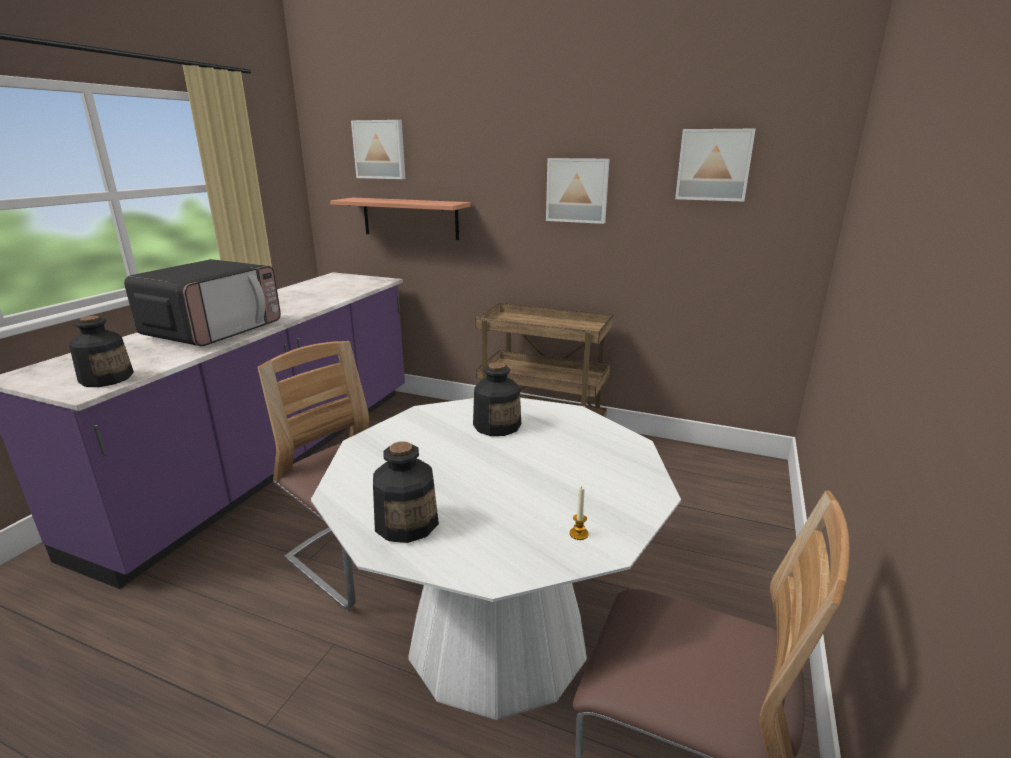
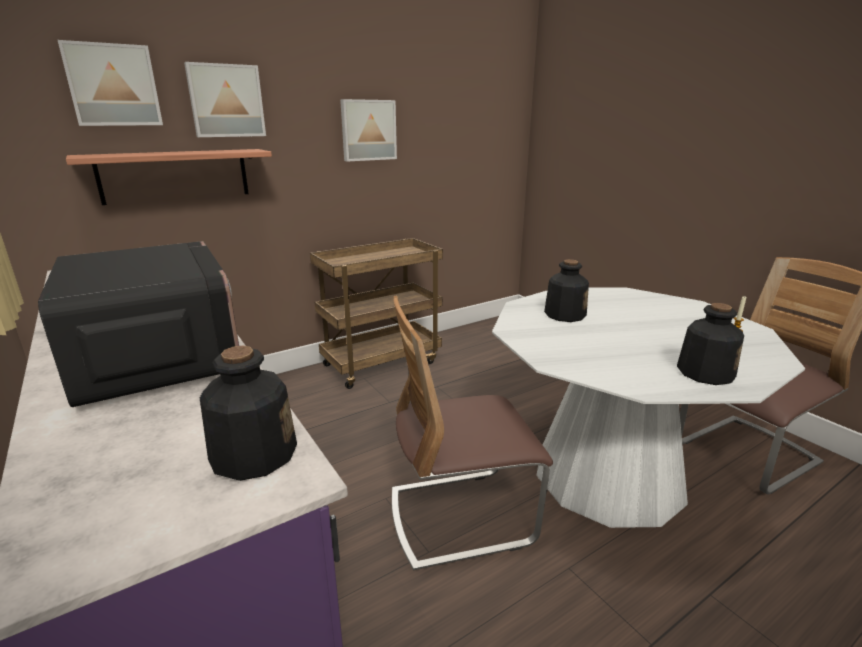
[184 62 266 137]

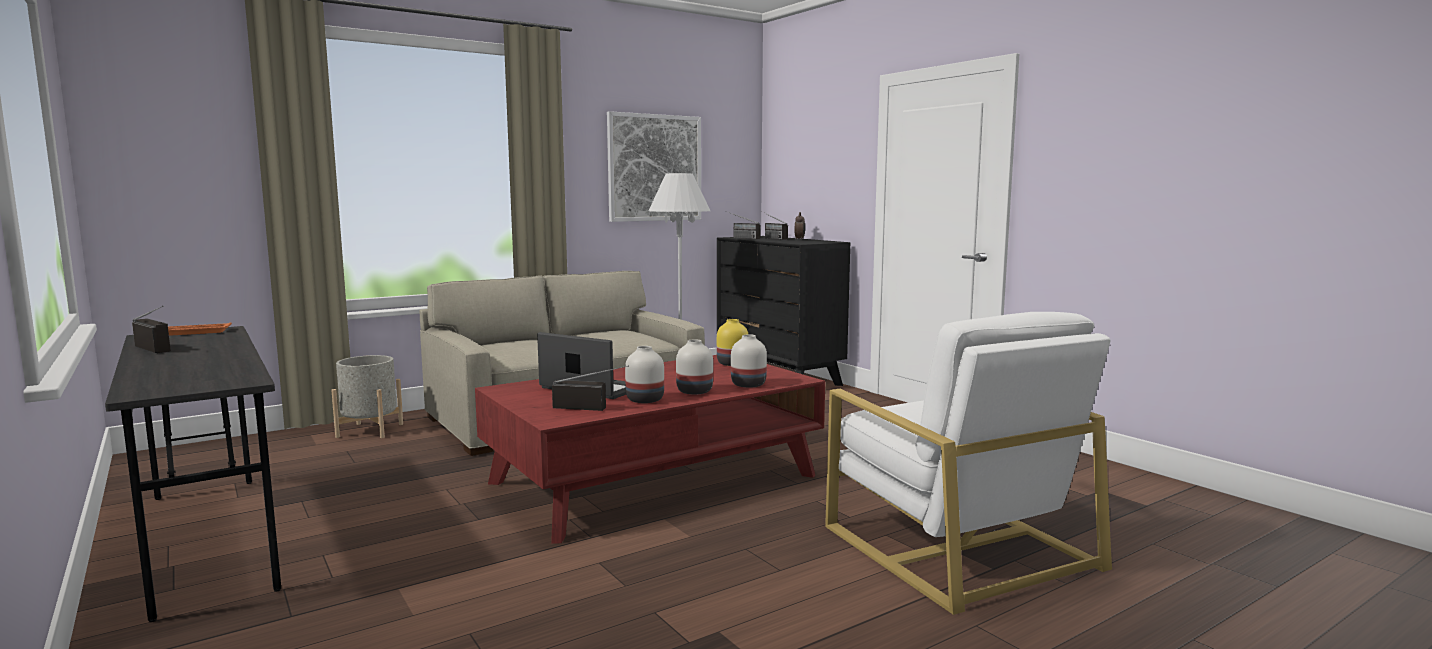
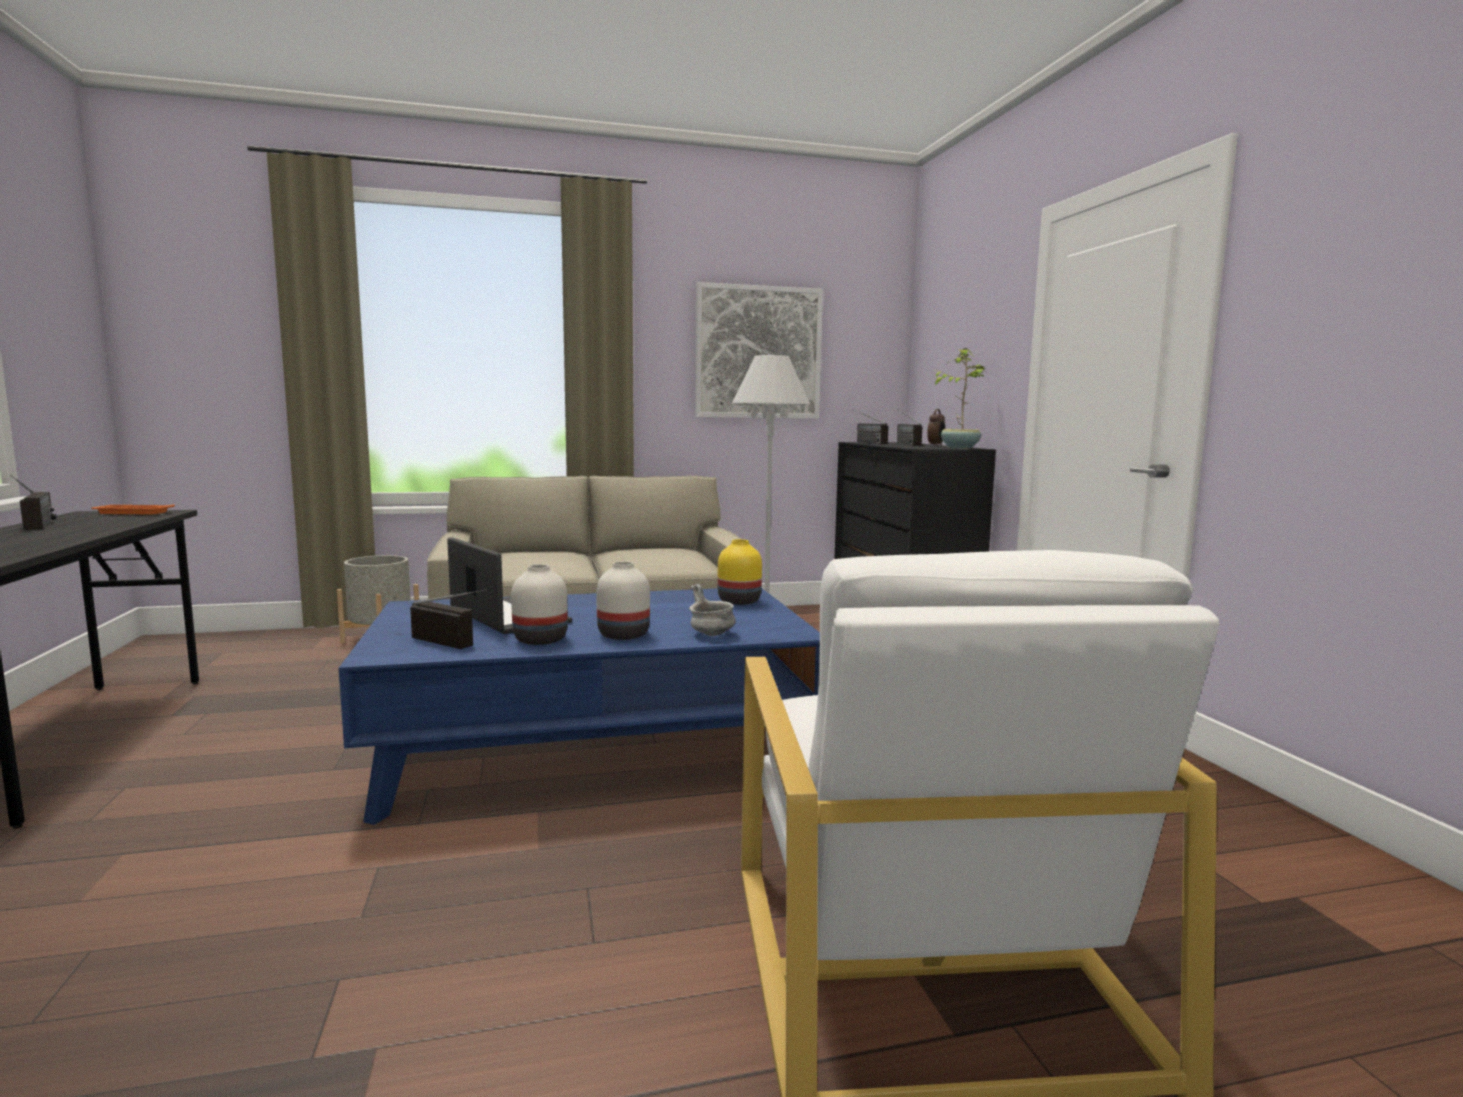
[339 588 820 825]
[689 584 736 636]
[935 348 985 449]

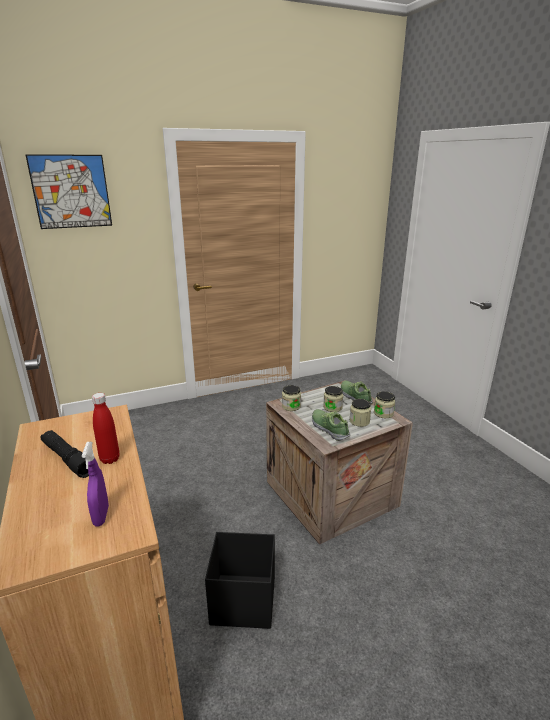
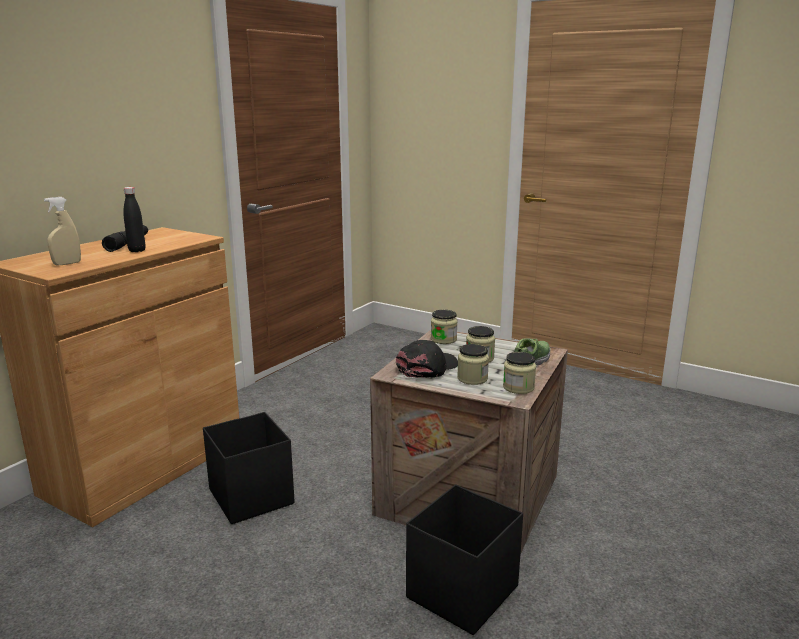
[44 197 81 266]
[124 187 146 252]
[396 340 458 378]
[406 485 523 635]
[26 155 112 229] (first image)

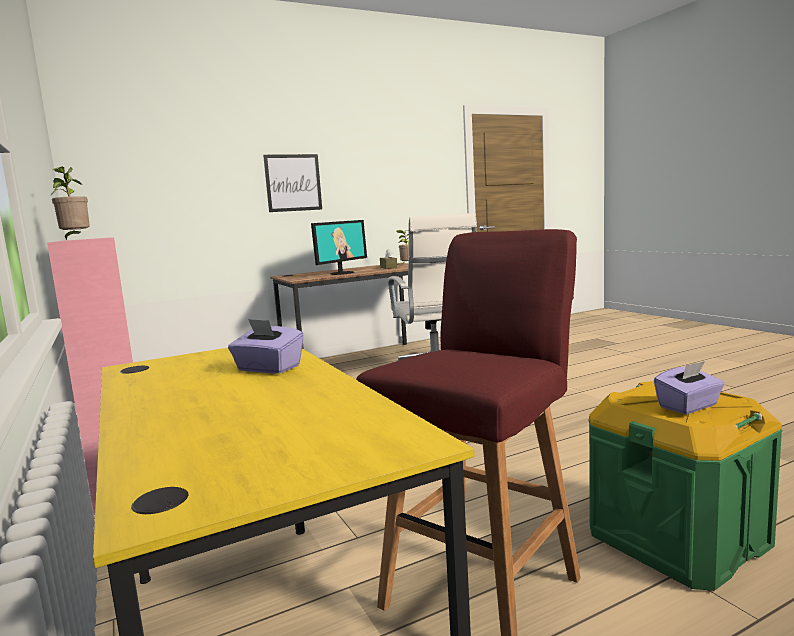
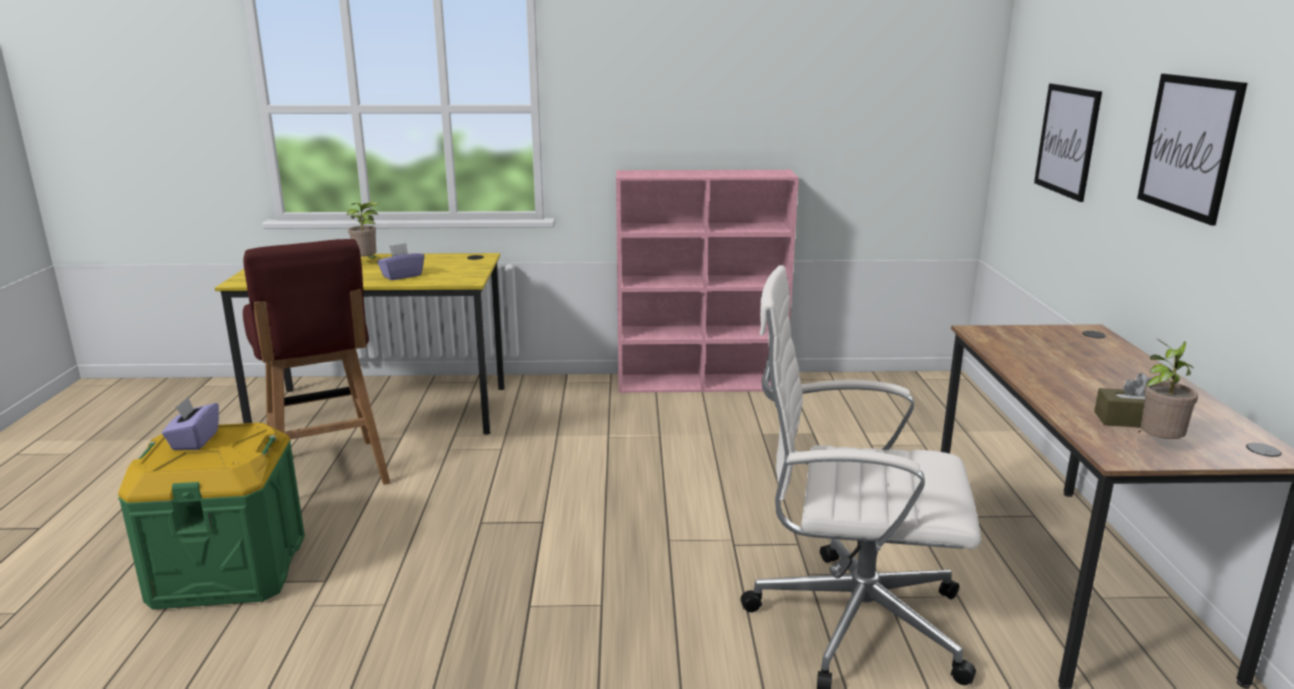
[347 202 379 258]
[1034 83 1102 202]
[311 220 367 275] (first image)

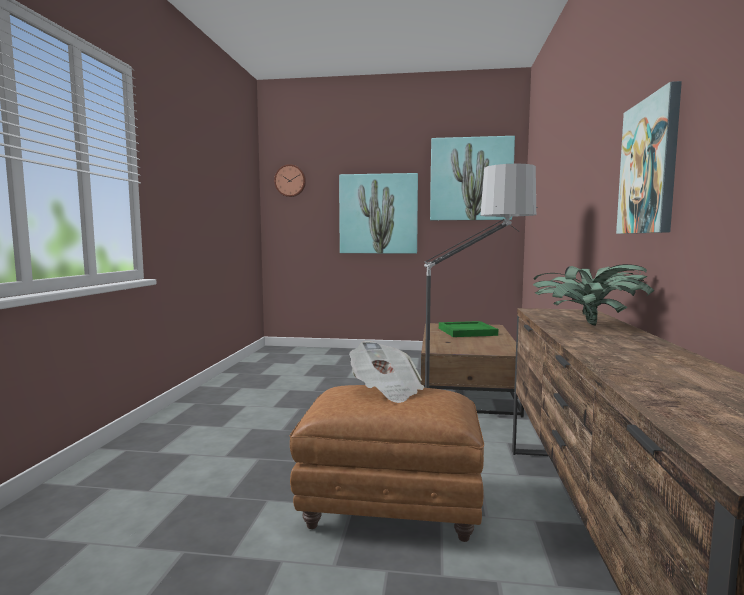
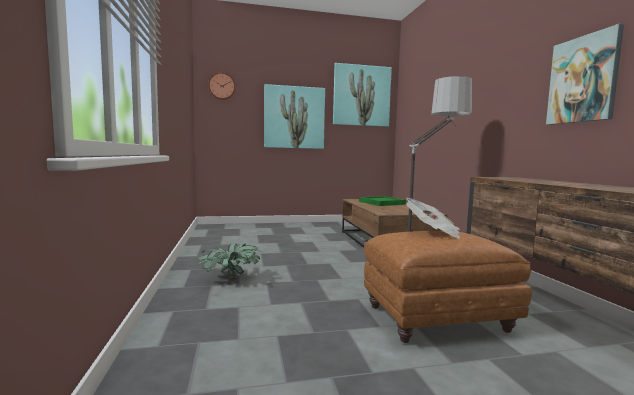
[198 244 260 279]

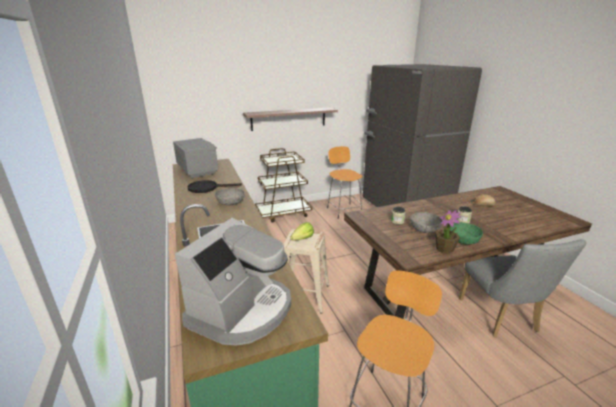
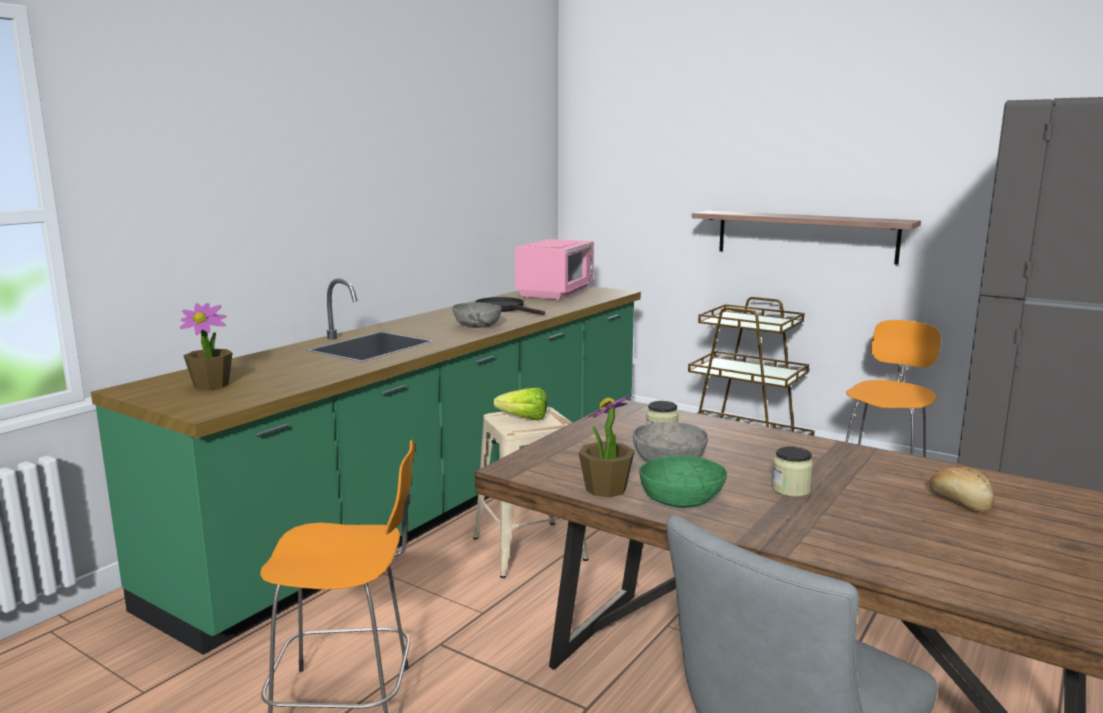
[180 303 233 390]
[515 239 594 300]

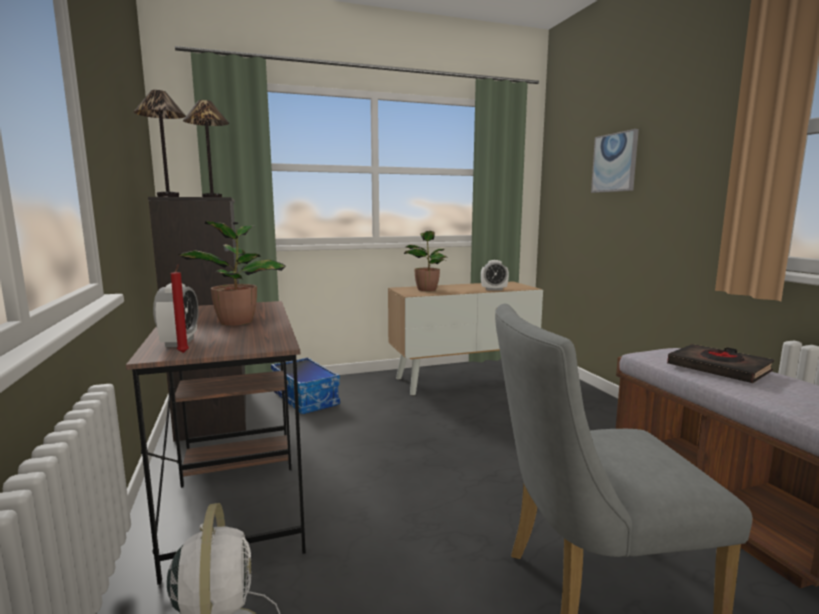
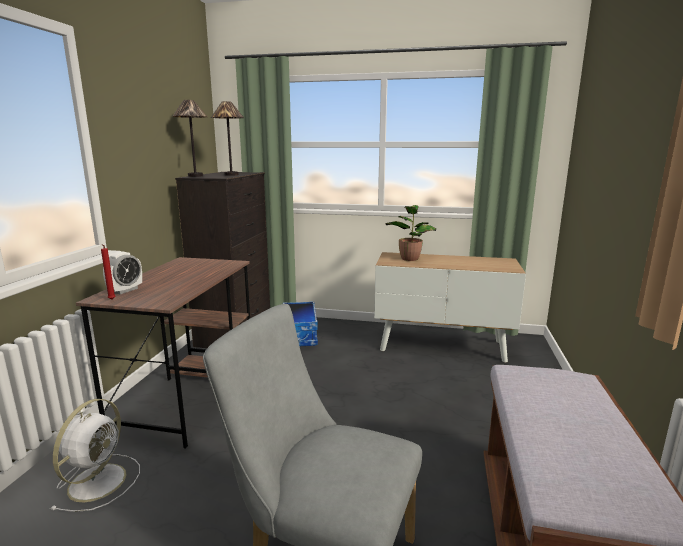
[178 221 286 326] (first image)
[481 260 509 290] (first image)
[591 129 639 193] (first image)
[667 344 774 383] (first image)

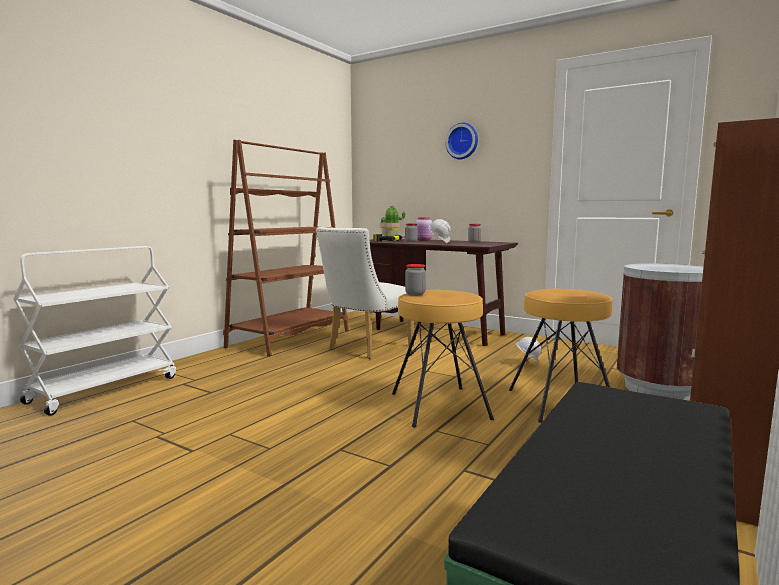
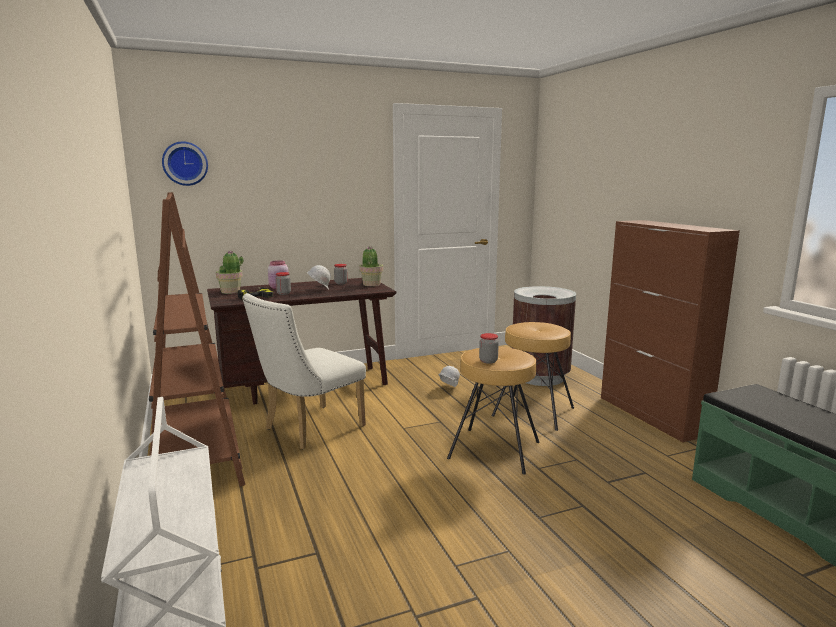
[162 142 208 186]
[242 293 366 450]
[359 246 383 286]

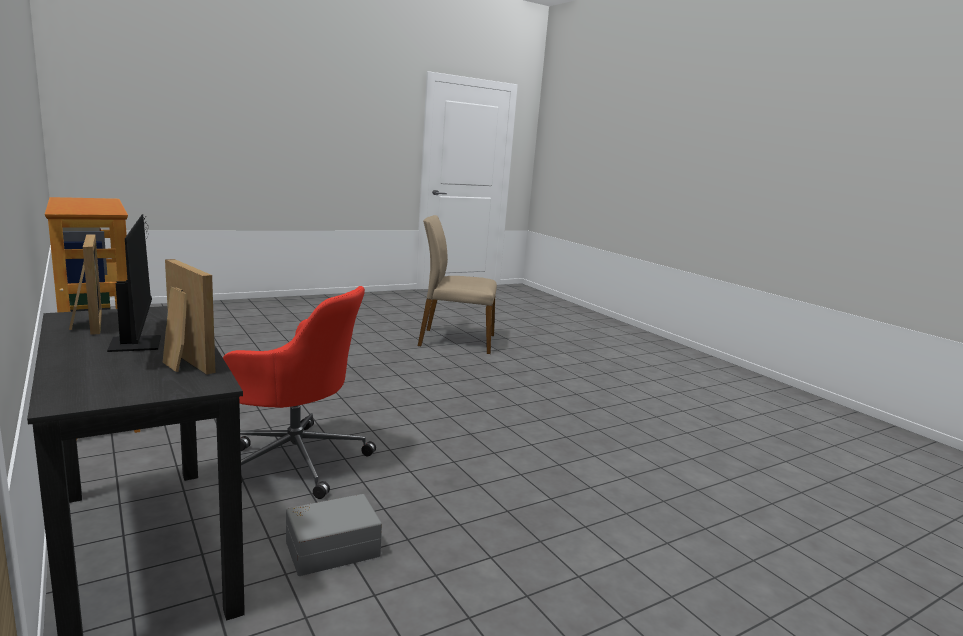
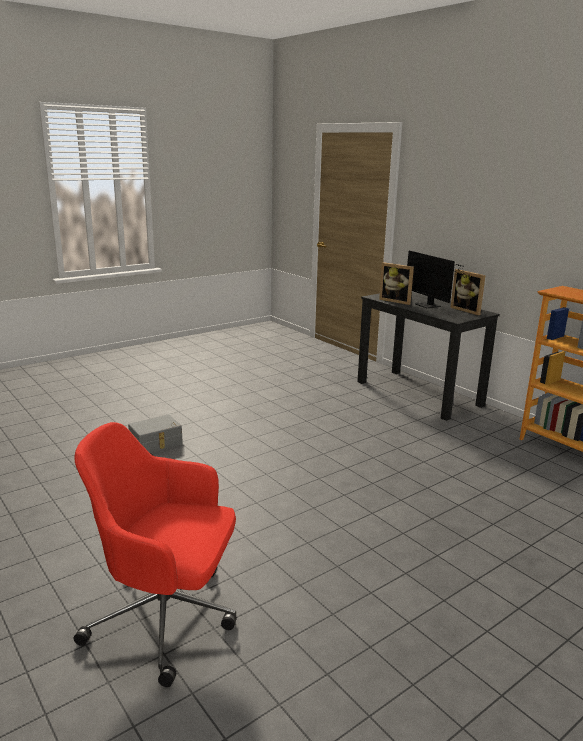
[74 422 237 687]
[128 415 183 453]
[418 215 497 354] (first image)

